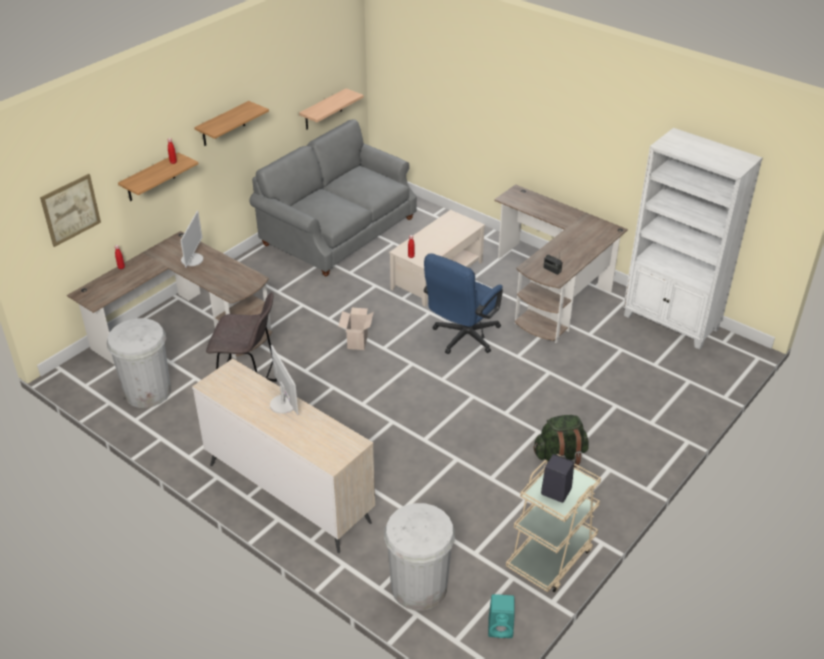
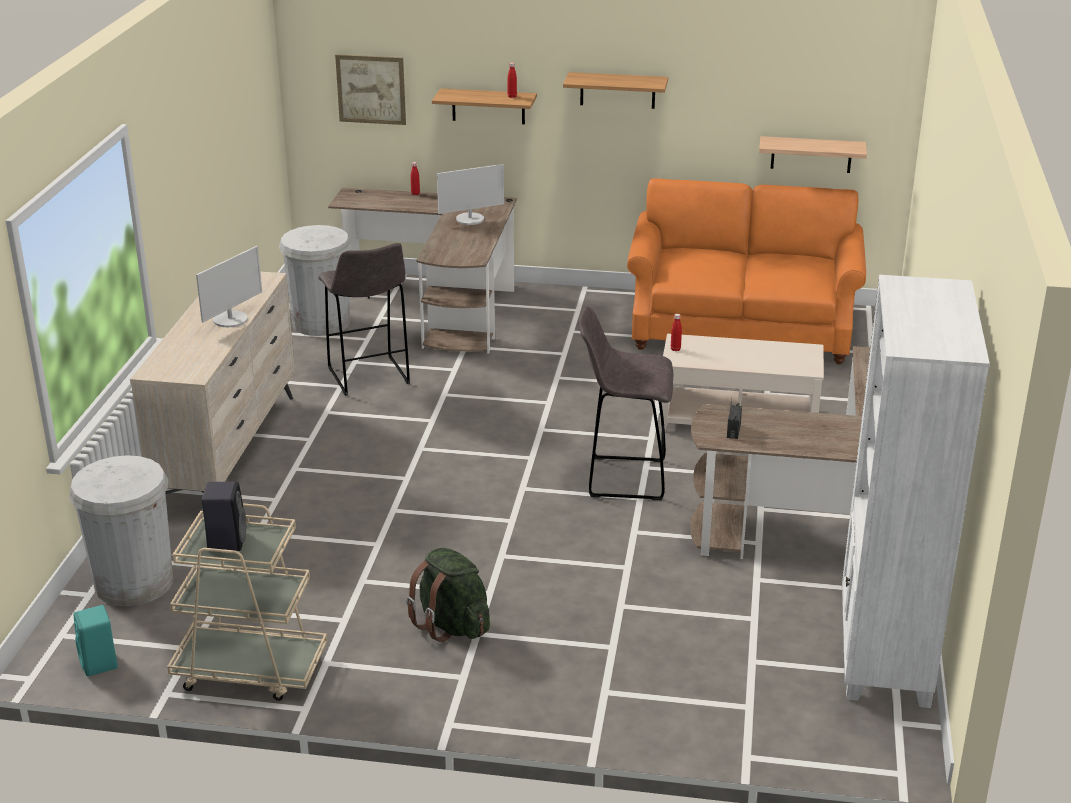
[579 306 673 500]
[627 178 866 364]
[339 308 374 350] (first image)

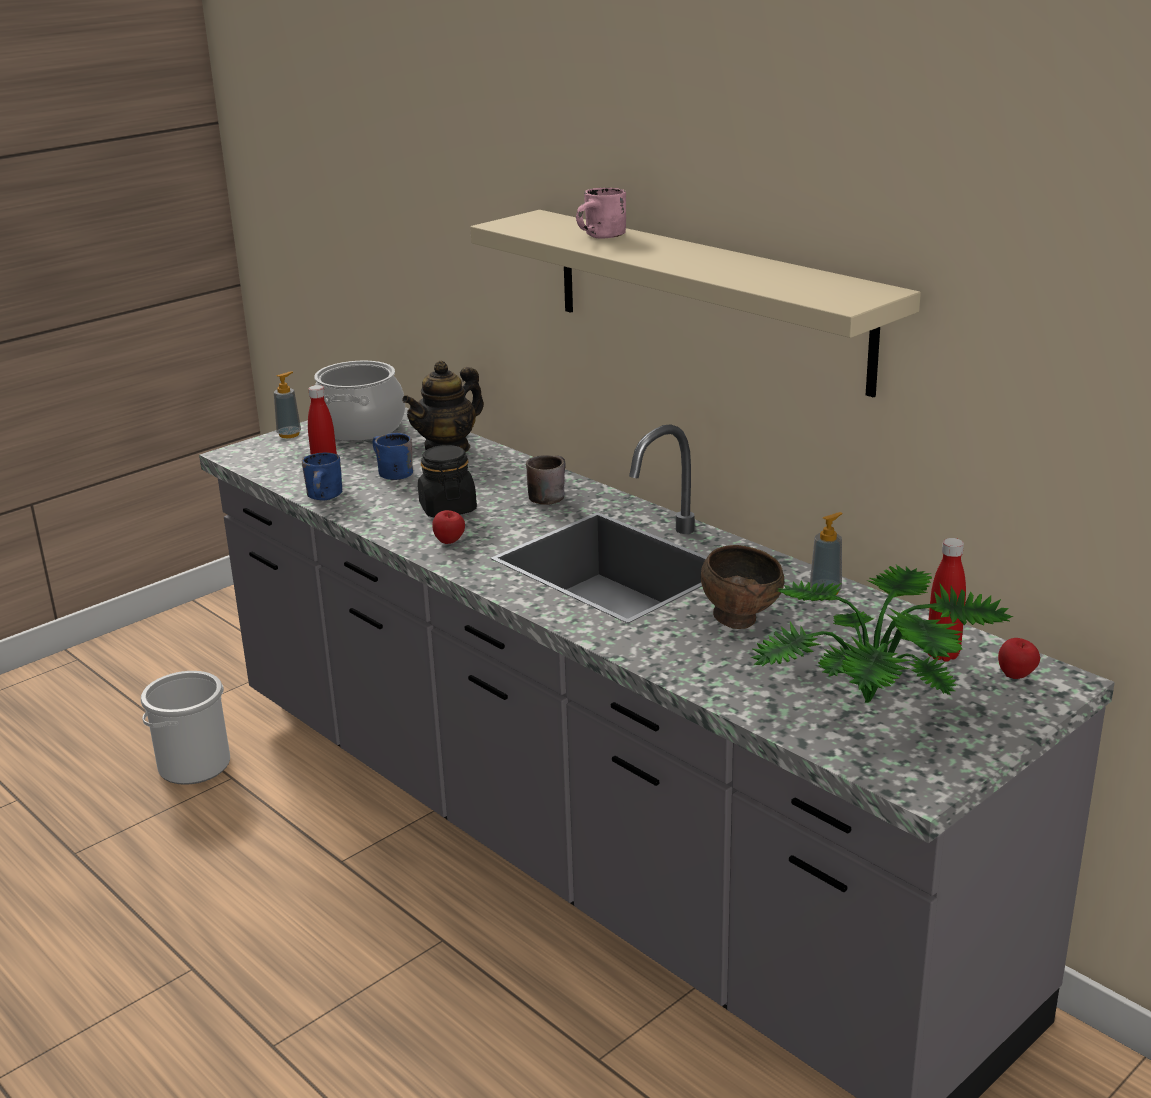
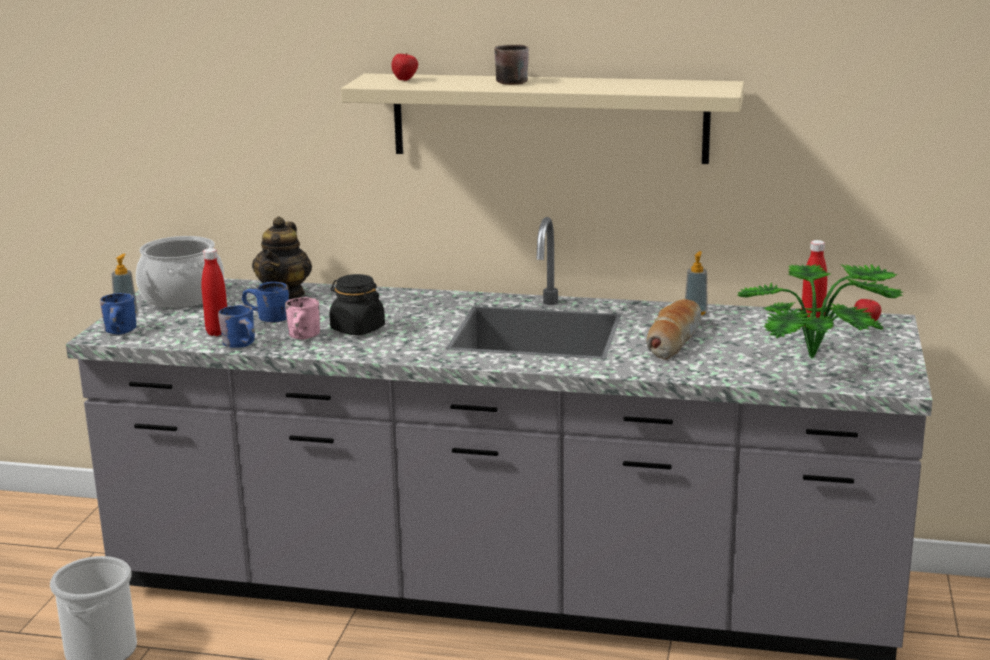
[100 293 136 334]
[285 297 320 340]
[391 53 418 81]
[494 45 529 85]
[646 299 701 360]

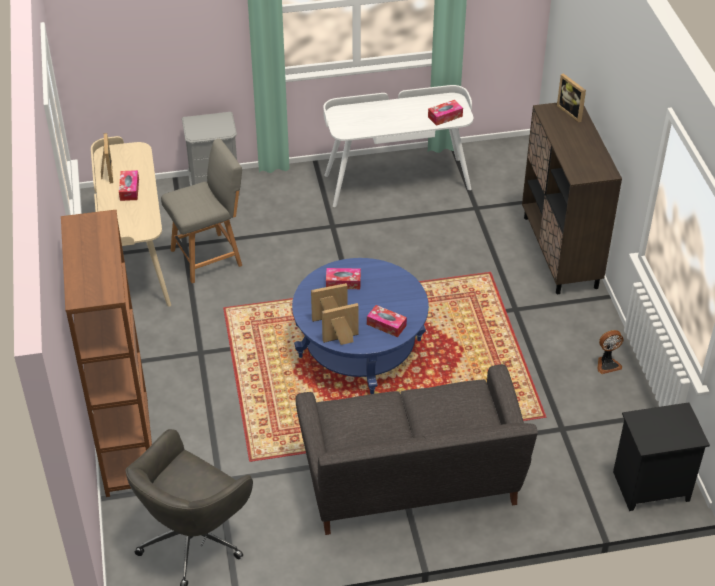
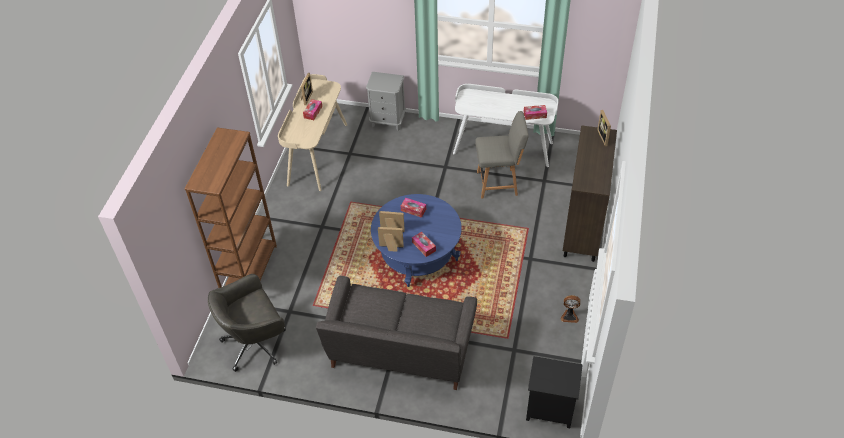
[475 111 529 198]

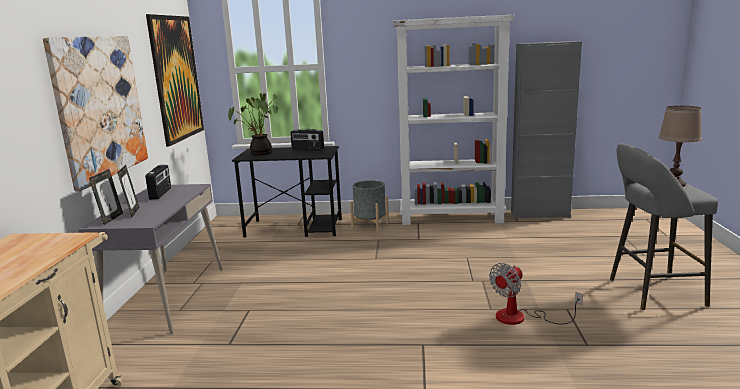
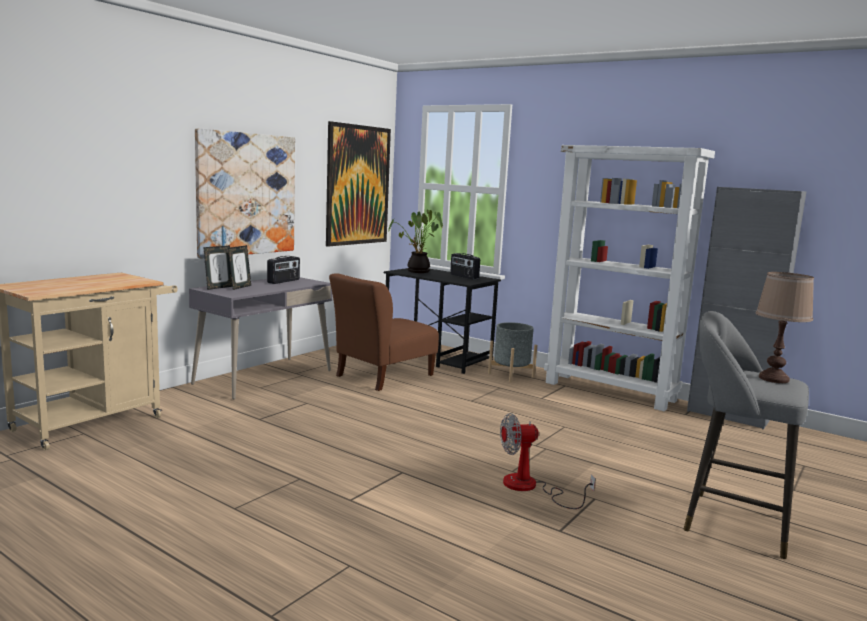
[329 273 439 391]

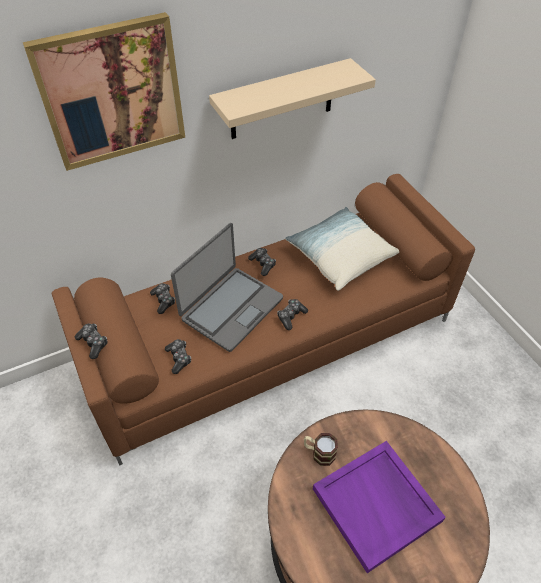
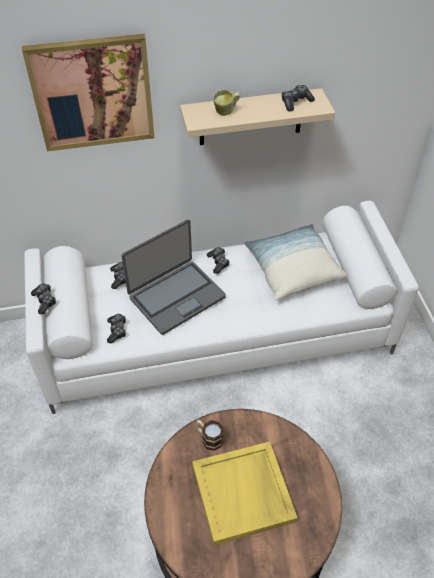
[24 201 419 414]
[192 441 297 546]
[213 89 240 116]
[282 85 315 111]

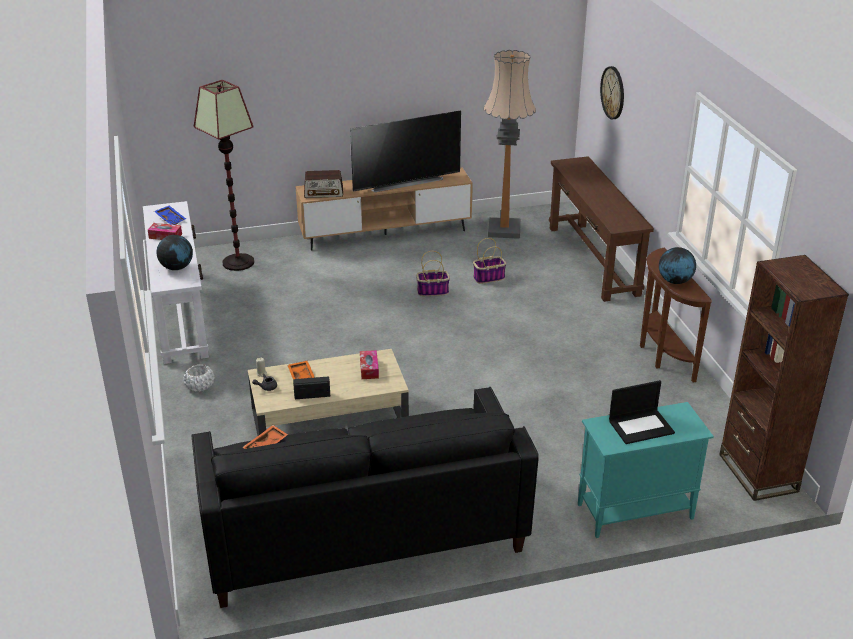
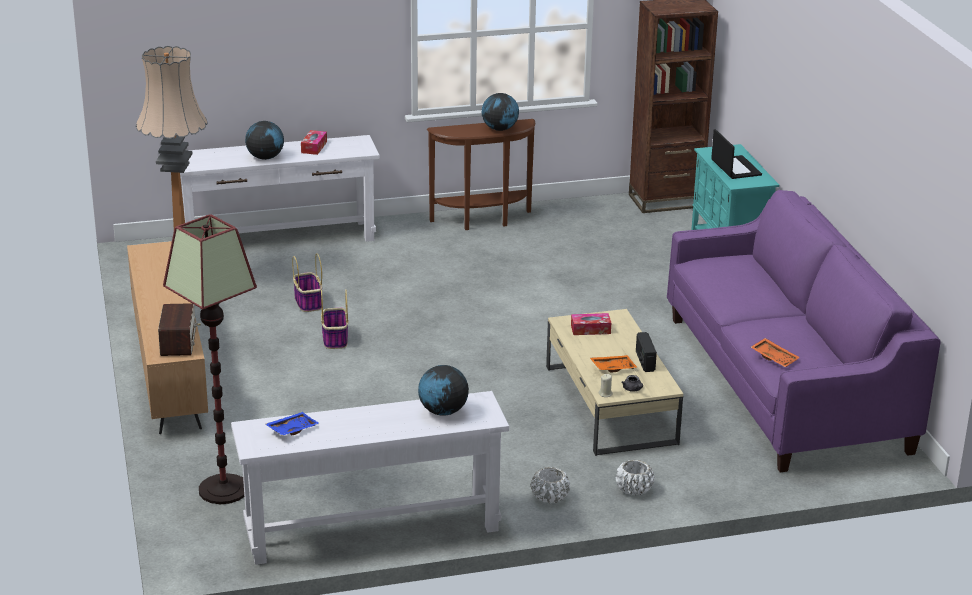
[180 135 380 242]
[245 121 284 160]
[301 130 327 155]
[616 460 654 495]
[667 190 941 472]
[350 110 461 192] (first image)
[600 66 624 119] (first image)

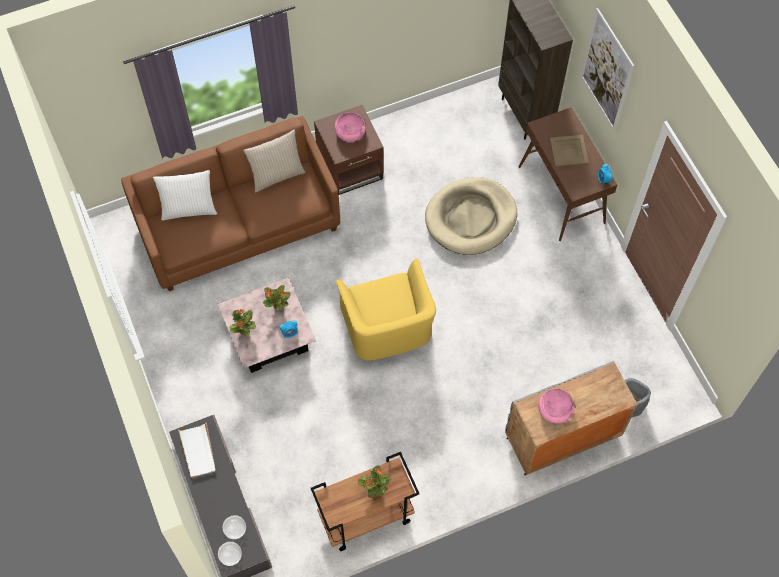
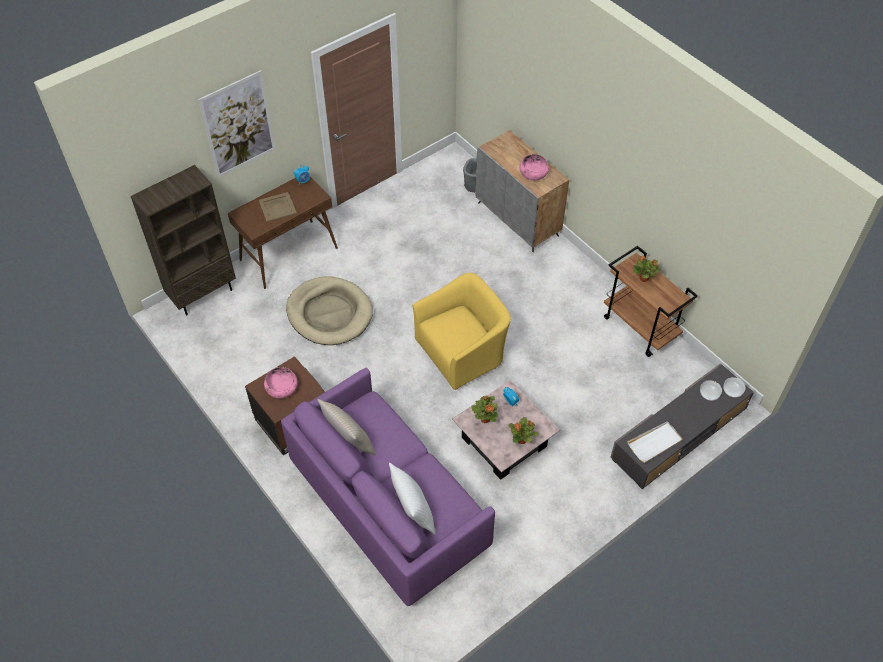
[281 368 495 606]

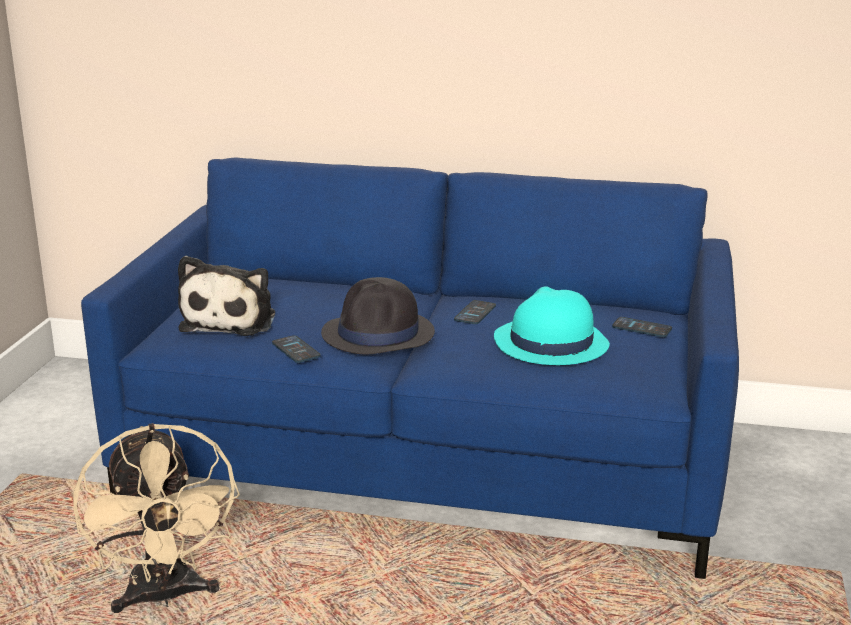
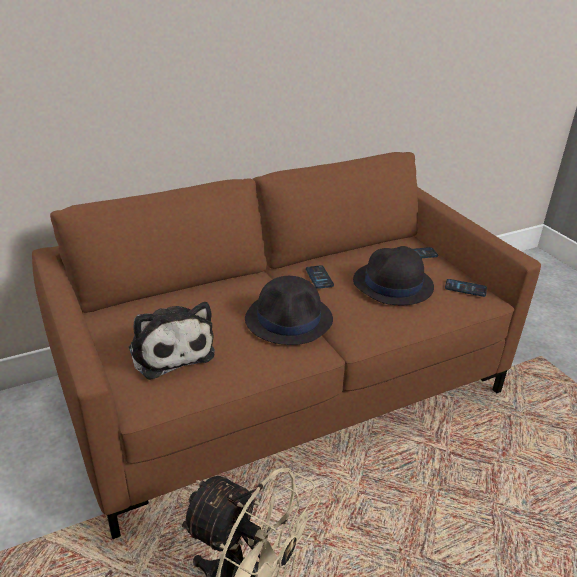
[32 152 541 539]
[353 246 434 305]
[445 279 487 297]

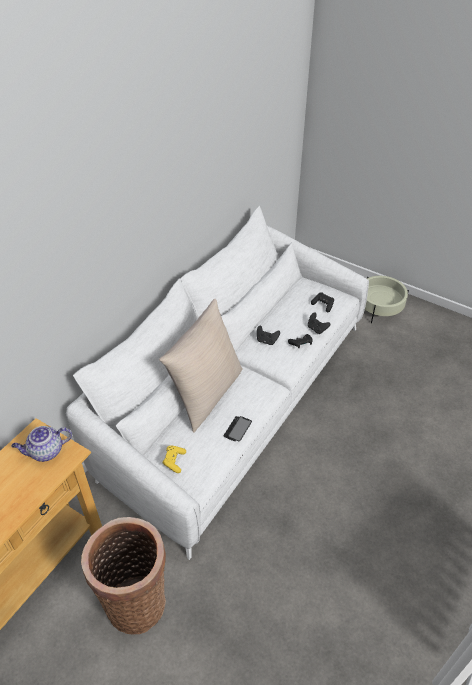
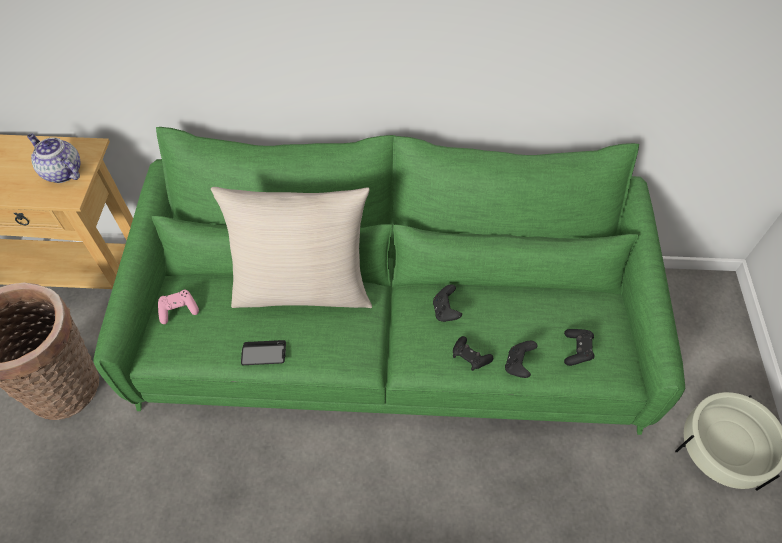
[93 127 685 435]
[158 289 199 324]

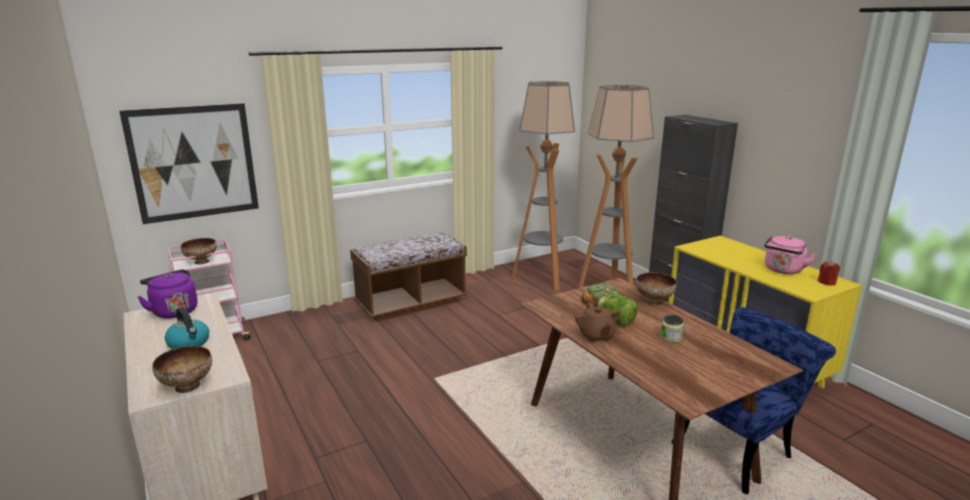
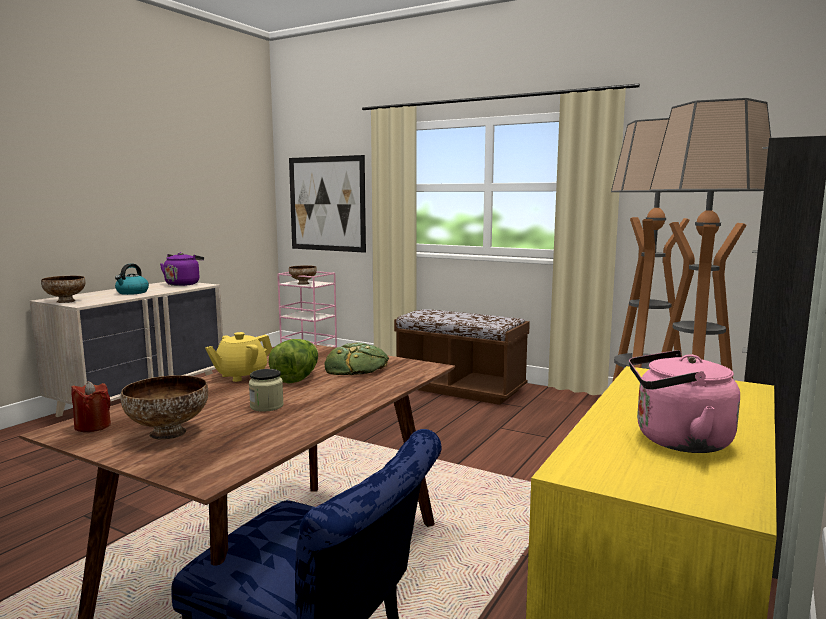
[71 381 111 432]
[120 375 208 440]
[205 332 272 382]

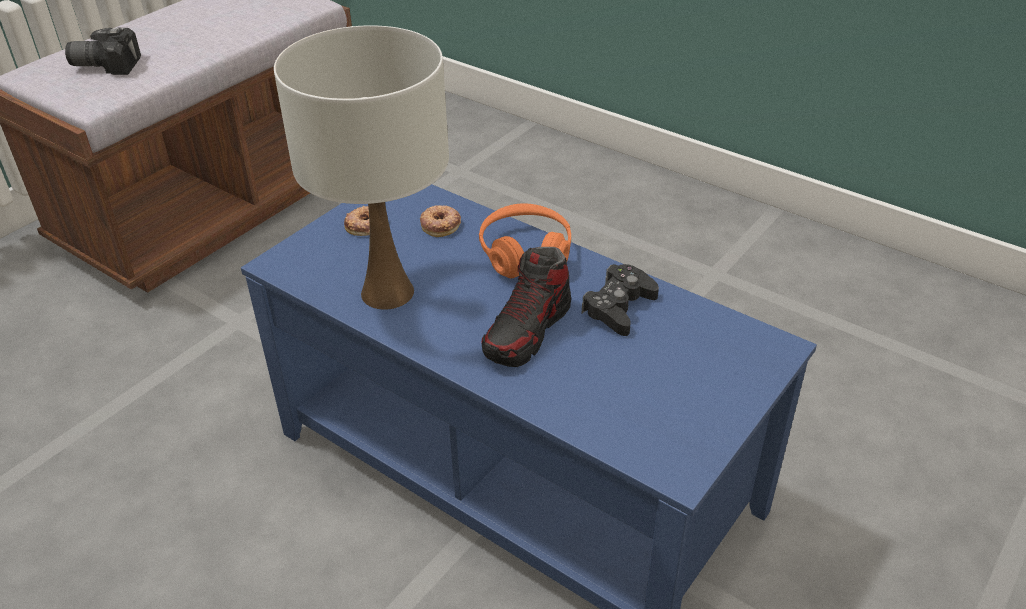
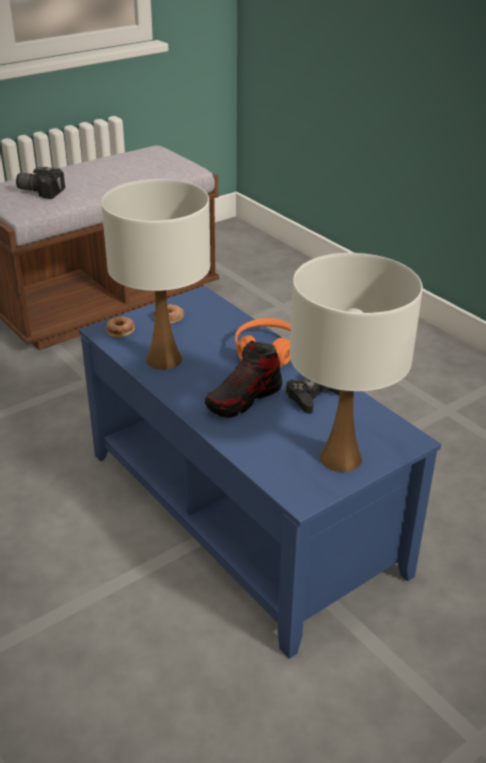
[106 316 135 338]
[290 253 423 472]

